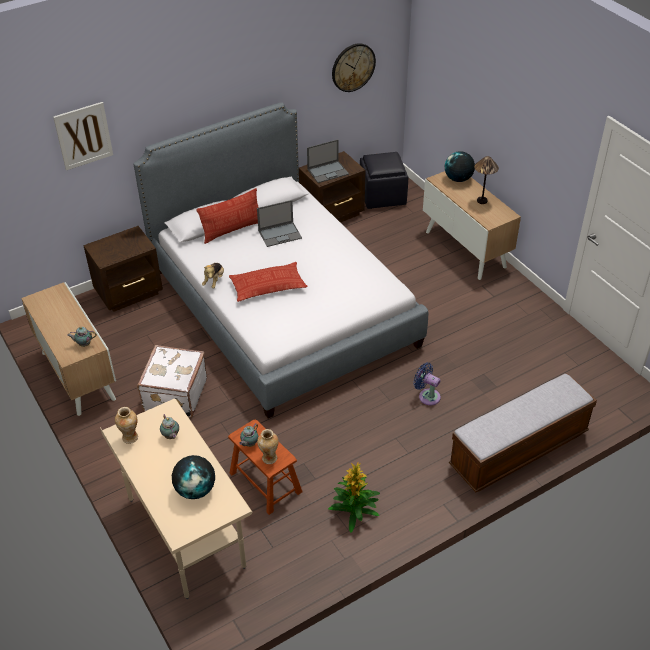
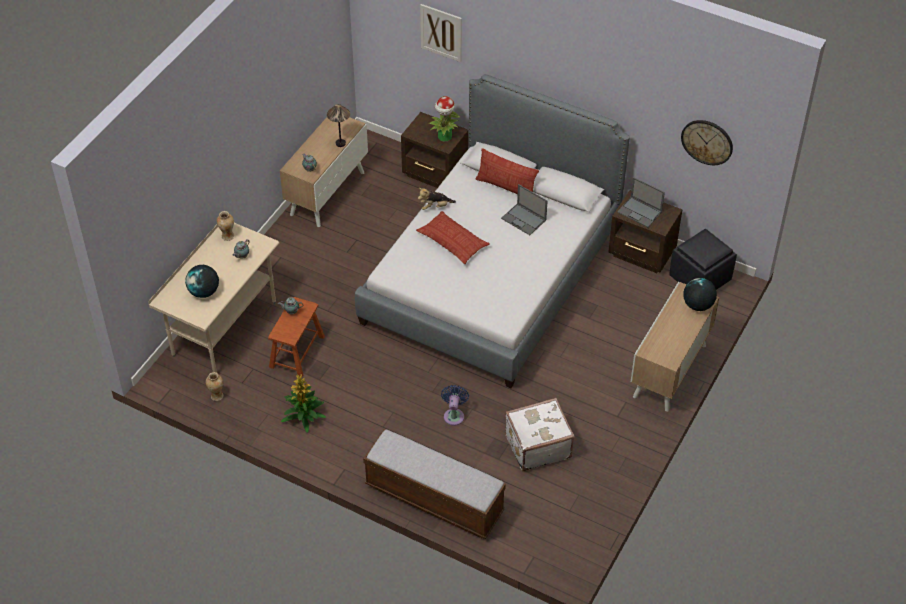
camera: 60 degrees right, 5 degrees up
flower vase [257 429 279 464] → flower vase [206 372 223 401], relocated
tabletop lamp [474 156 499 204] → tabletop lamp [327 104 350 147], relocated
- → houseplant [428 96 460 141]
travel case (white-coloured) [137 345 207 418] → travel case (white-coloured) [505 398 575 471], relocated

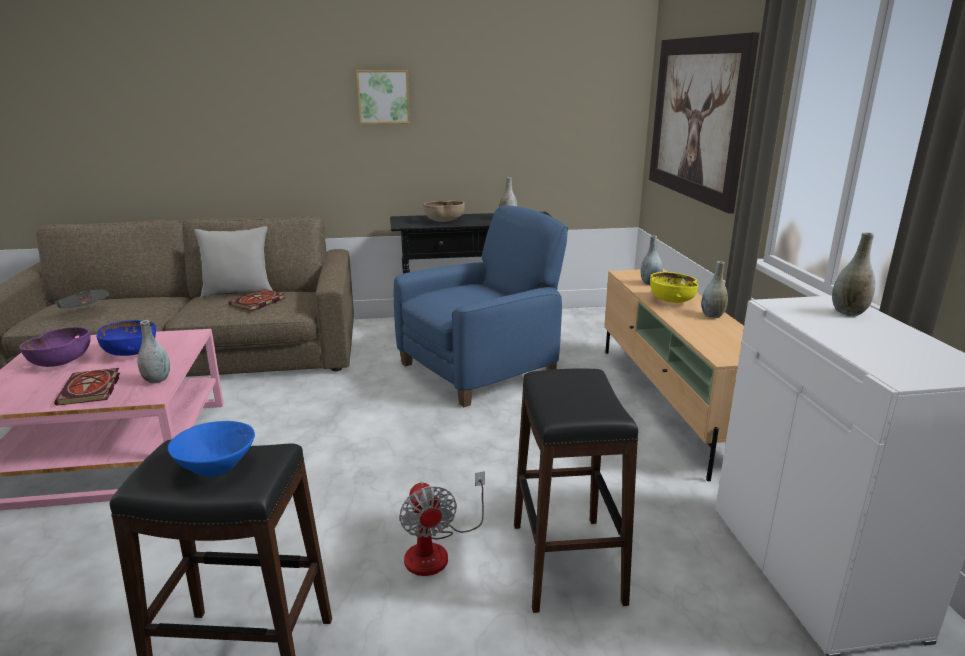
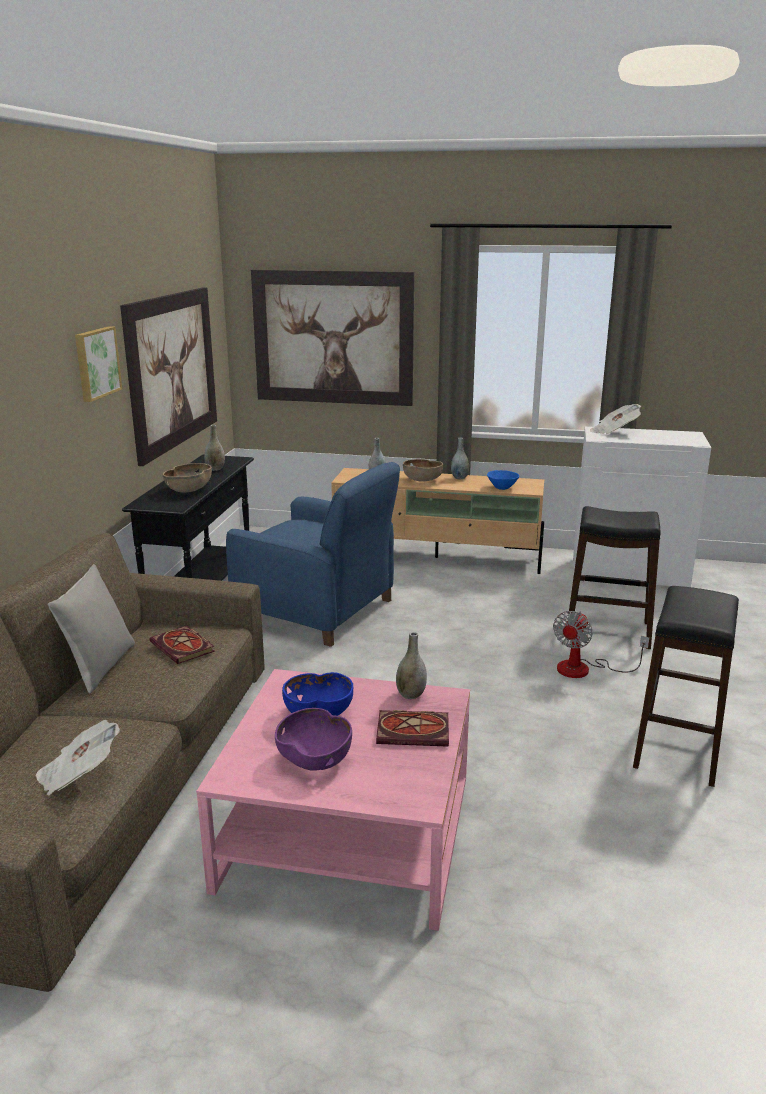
camera: 70 degrees left, 0 degrees up
- → wall art [120 287 217 466]
lounge chair (blue-coloured) [394 206 568 407] → lounge chair (blue-coloured) [226 462 400 647], 135 degrees clockwise
deep dish (yellow) [650 272 699 303] → deep dish (brown-coloured) [403 459 443 482]
deep dish (blue-coloured) [168 421 255 477] → deep dish (blue-coloured) [487 470 519 490], relocated
electric fan [399 471 485 576] → electric fan [553 611 649 678], 120 degrees clockwise
flower vase (greyish) [832 232 876 316] → daily paper [590 404 641 434]

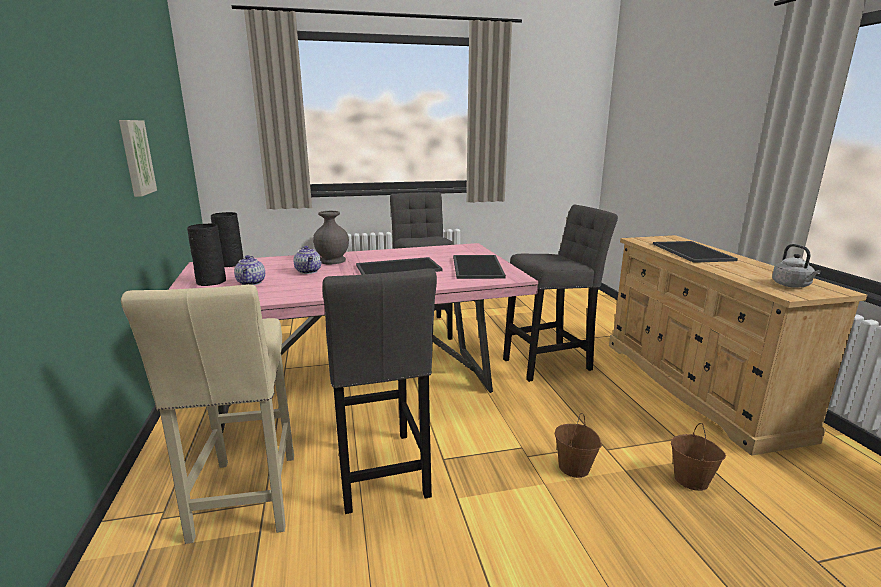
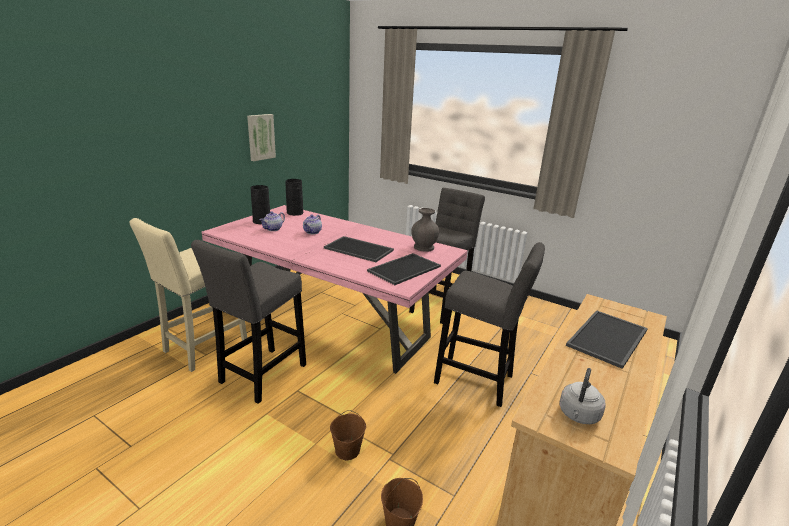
camera: 45 degrees right, 5 degrees up
flower vase (greyish) [313 211 349 264] → flower vase (greyish) [411 208 439 252], relocated

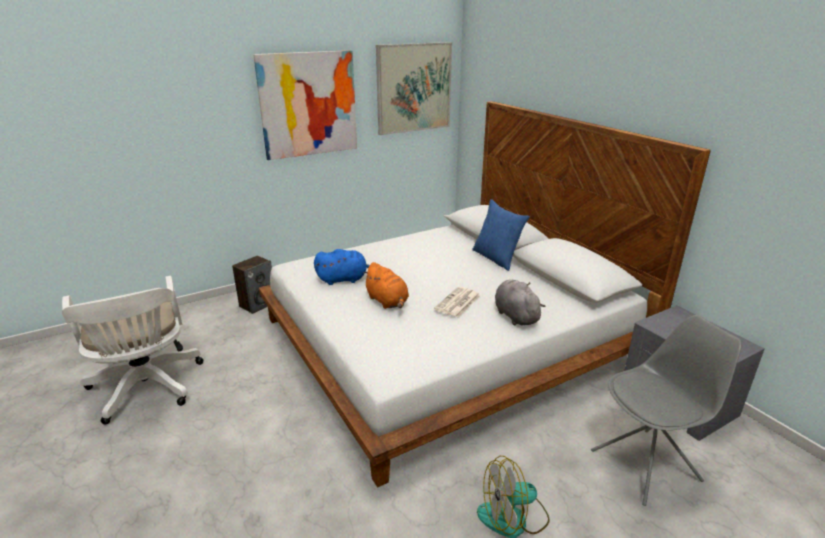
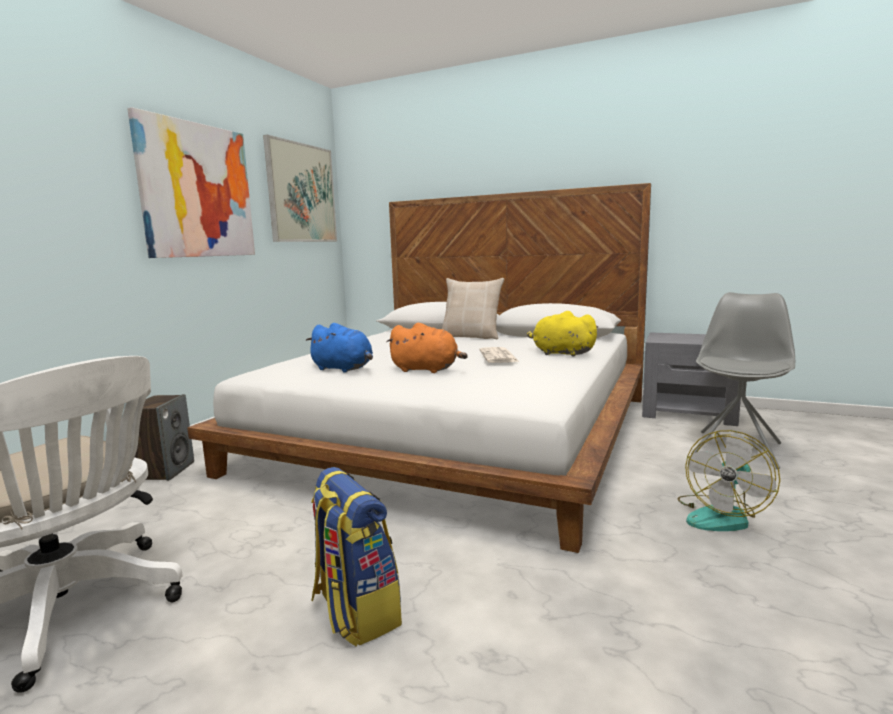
camera: 35 degrees left, 15 degrees down
plush toy (blue-coloured) [314 249 370 285] → plush toy (blue-coloured) [305 323 373 373], 75 degrees clockwise
- → backpack [311 467 402 647]
cushion (blue-coloured) [472 199 530 271] → cushion (sand-coloured) [442 278 504 339]
plush toy (greyish) [495 280 546 326] → plush toy (yellow) [527 311 598 357]

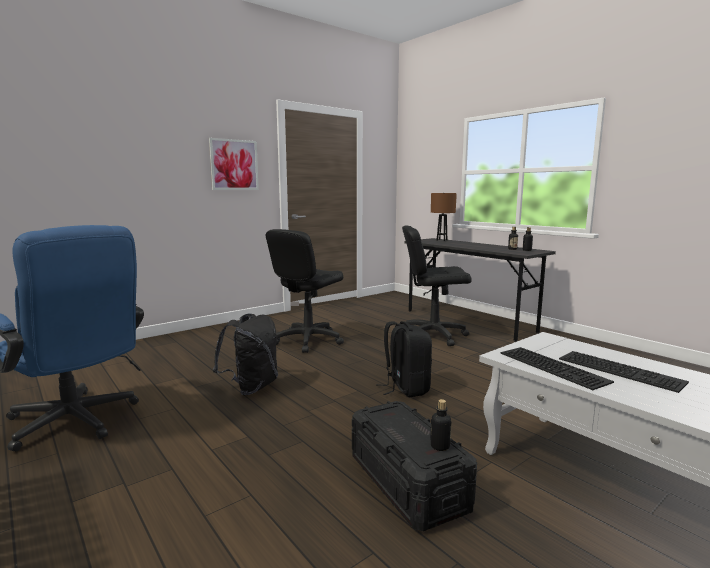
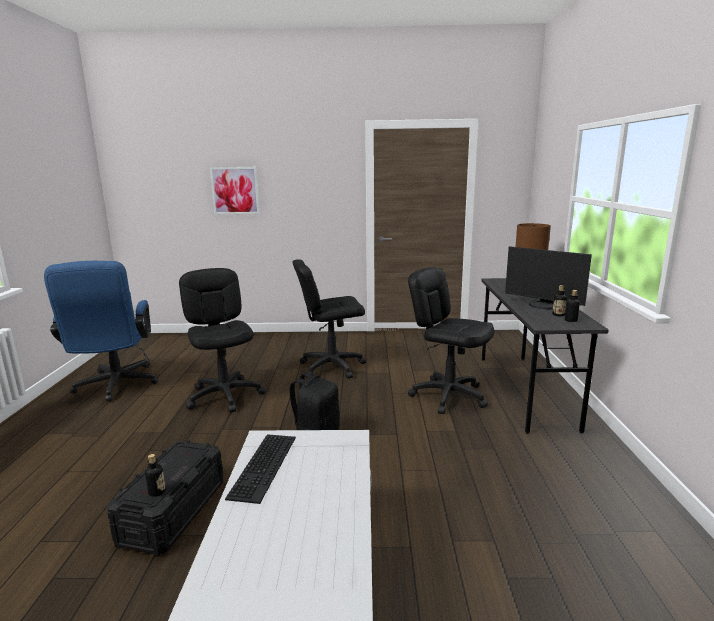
camera: 40 degrees right, 5 degrees up
backpack (blackish) [213 313 278 395] → desk chair (blackish) [179 268 266 413]
wall art [209 138 259 190] → wall art [210 167 260 214], relocated
- → computer screen [505 246 592 309]
computer keyboard [559 351 689 393] → -

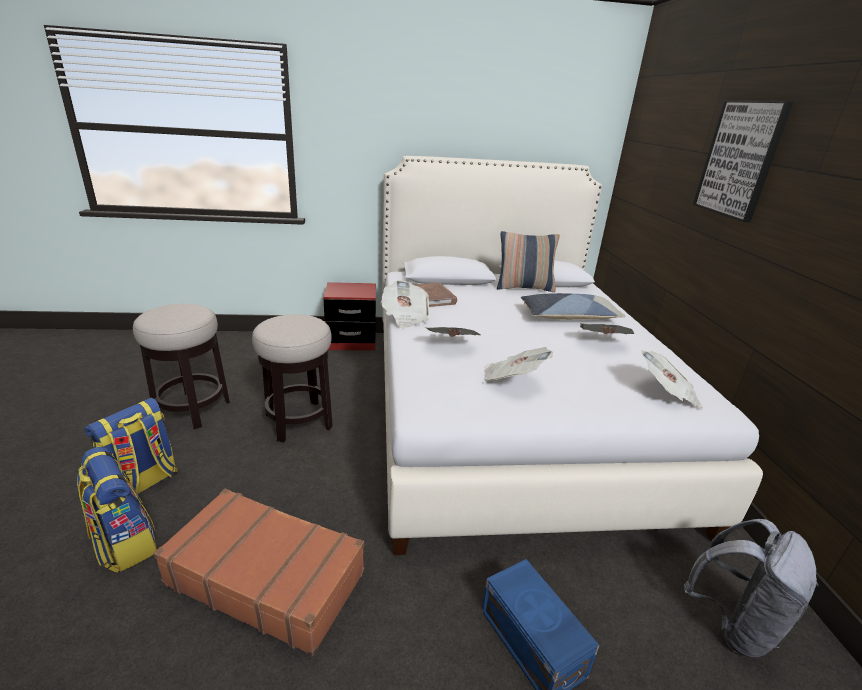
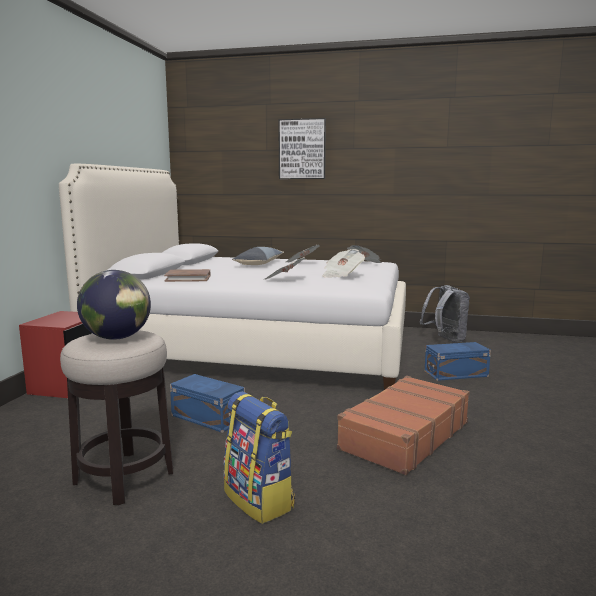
camera: 70 degrees left, 15 degrees down
- → globe [77 270 151 340]
stool seat [252 314 333 442] → storage box (blue-coloured) [170 374 245 433]
backpack [77 447 157 573] → -
daily paper [381 280 429 328] → -
cushion [497 231 560 292] → -

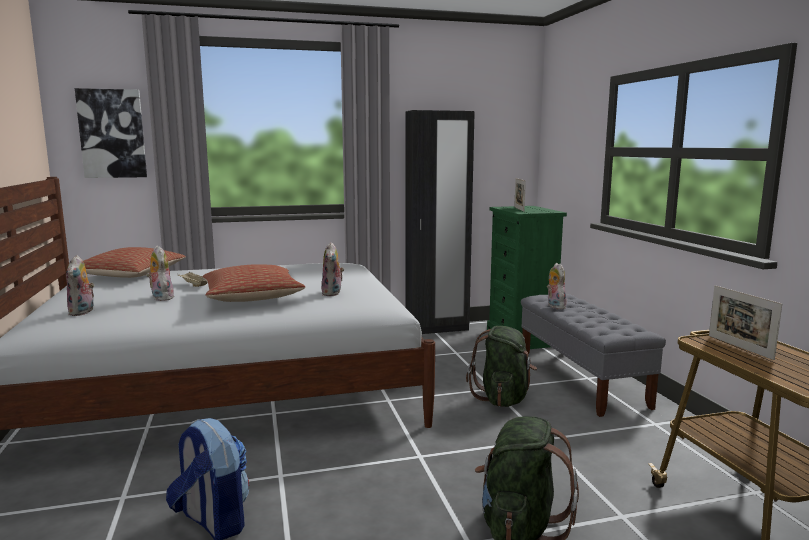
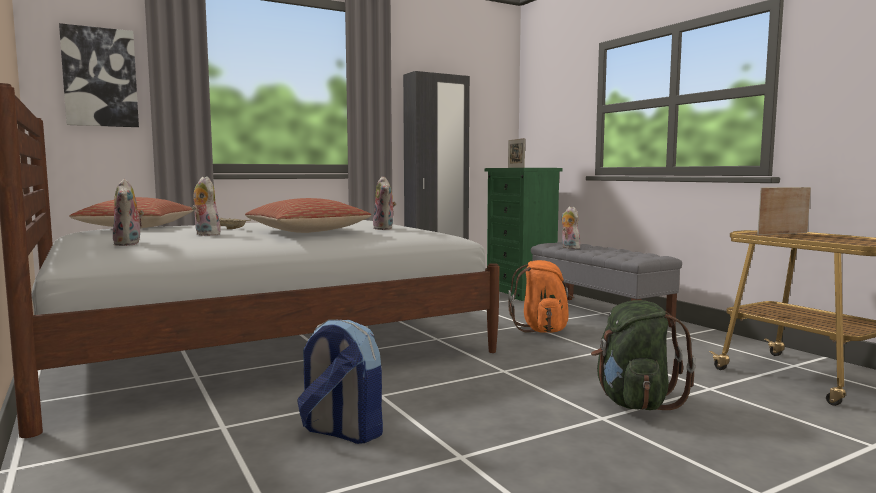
camera: 15 degrees left, 5 degrees down
backpack (green) [466 326 537 407] → backpack (orange) [508 260 574 333]
picture frame [709 285 782 360] → picture frame [757 187 811 235], 105 degrees clockwise

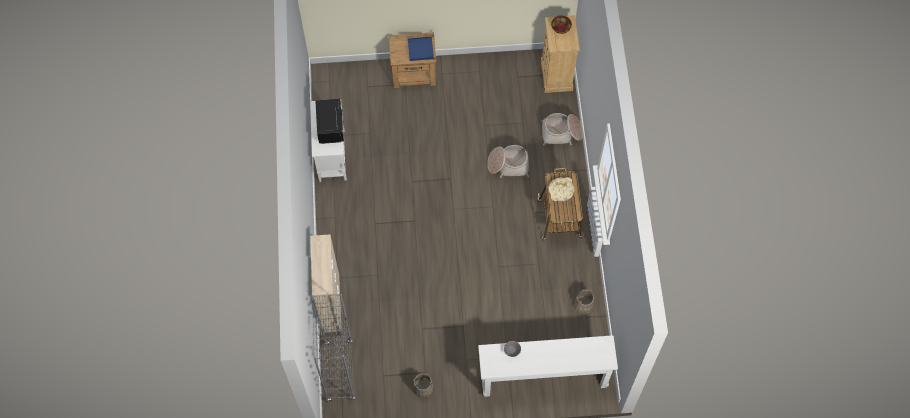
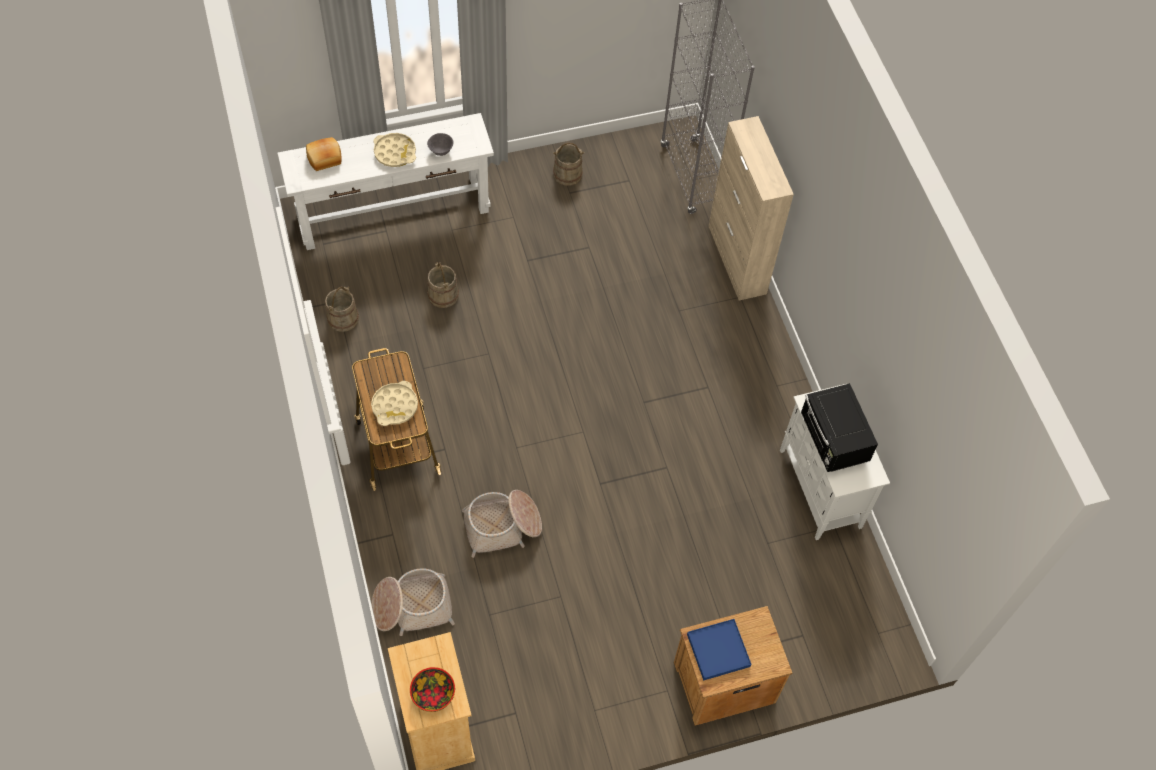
camera: 165 degrees right, 5 degrees down
- → bakery bread [306 137 342 171]
- → carrying tray (sand-coloured) [373 133 416 167]
- → bucket (sand-coloured) [427 262 459 308]

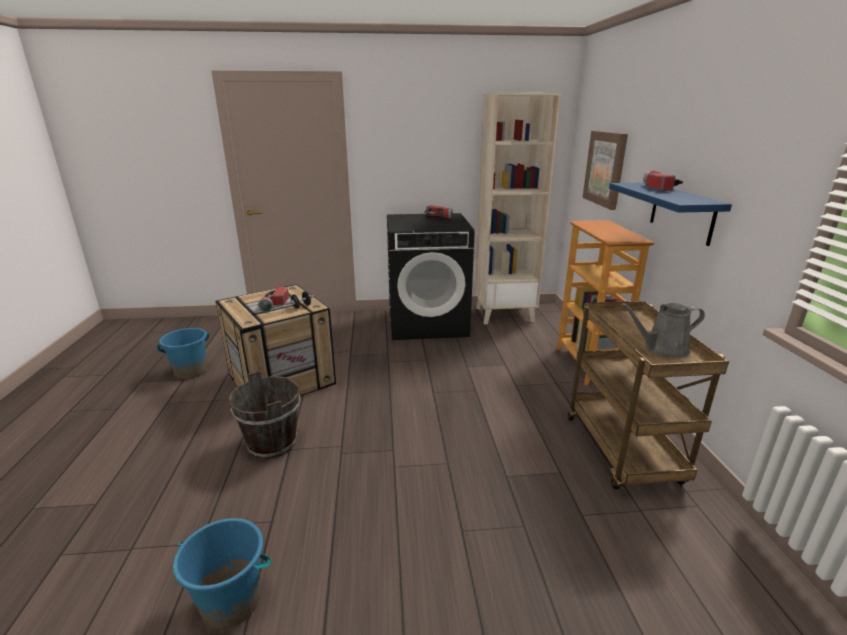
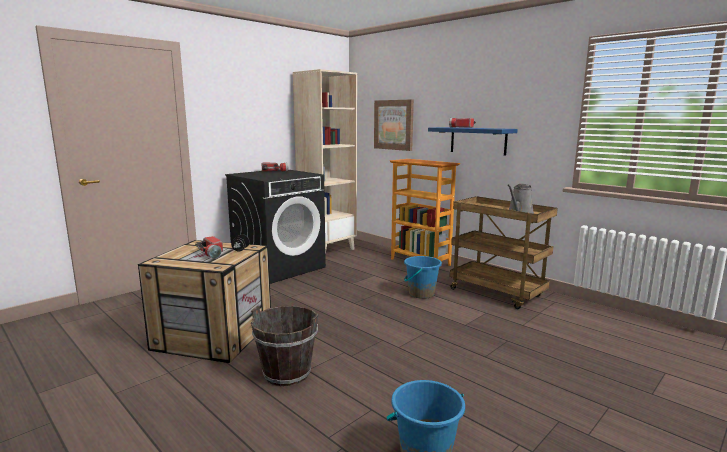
camera: 40 degrees left, 10 degrees down
bucket (blue-coloured) [157 328 209 379] → bucket (blue-coloured) [404 256 442 299], relocated

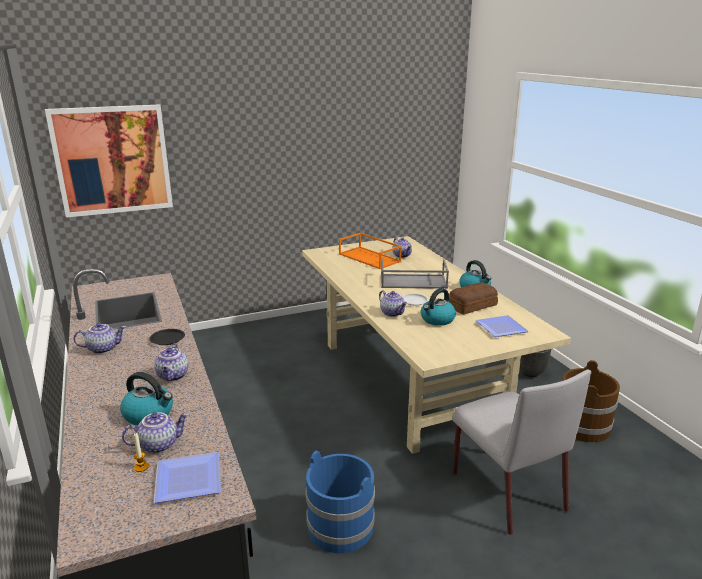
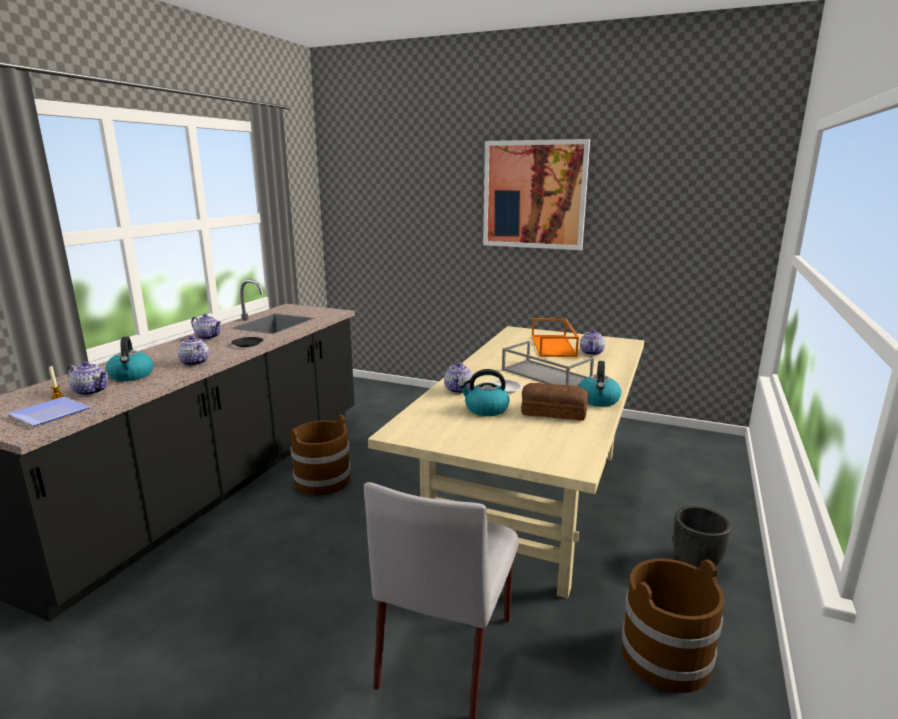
camera: 45 degrees right, 5 degrees down
pot for tea [154 343 189 381] → pot for tea [178 336 209 366], 90 degrees clockwise
- → bucket (brown-coloured) [290 414 351 496]
wall art [45 104 173 218] → wall art [483 139 590 250], relocated
bucket (blue-coloured) [305 451 375 553] → -
flat dish [476 315 529 337] → -

